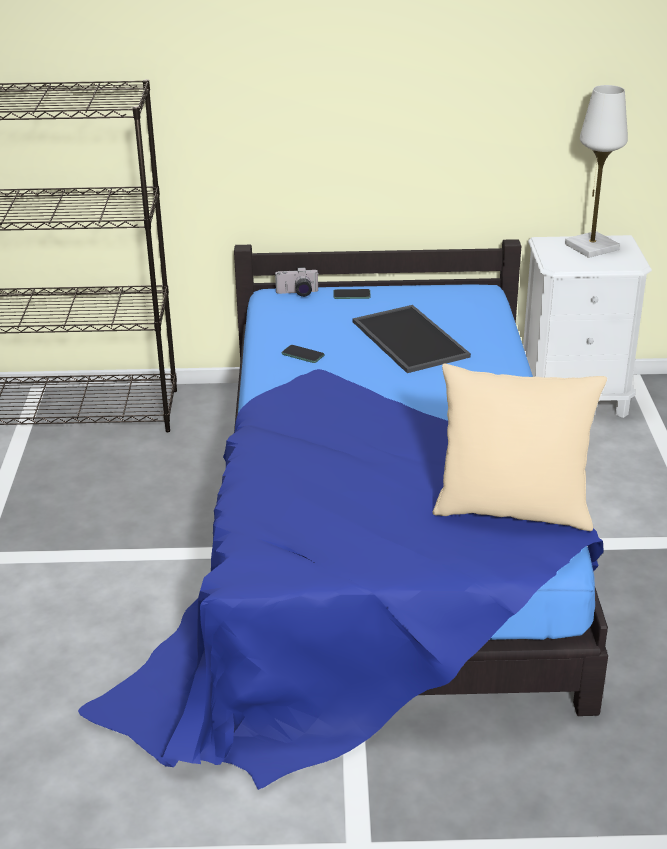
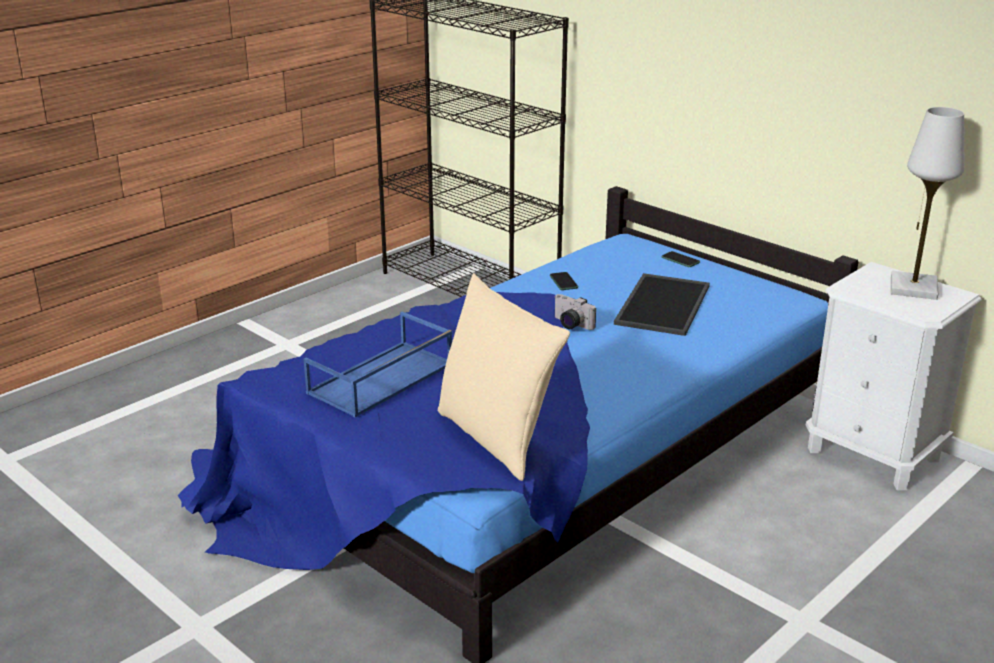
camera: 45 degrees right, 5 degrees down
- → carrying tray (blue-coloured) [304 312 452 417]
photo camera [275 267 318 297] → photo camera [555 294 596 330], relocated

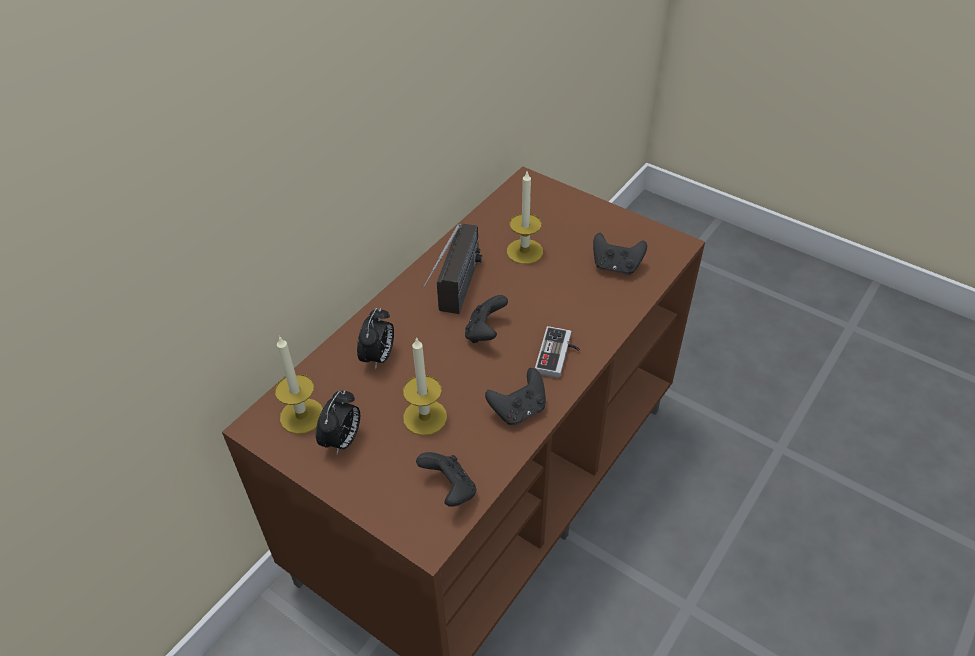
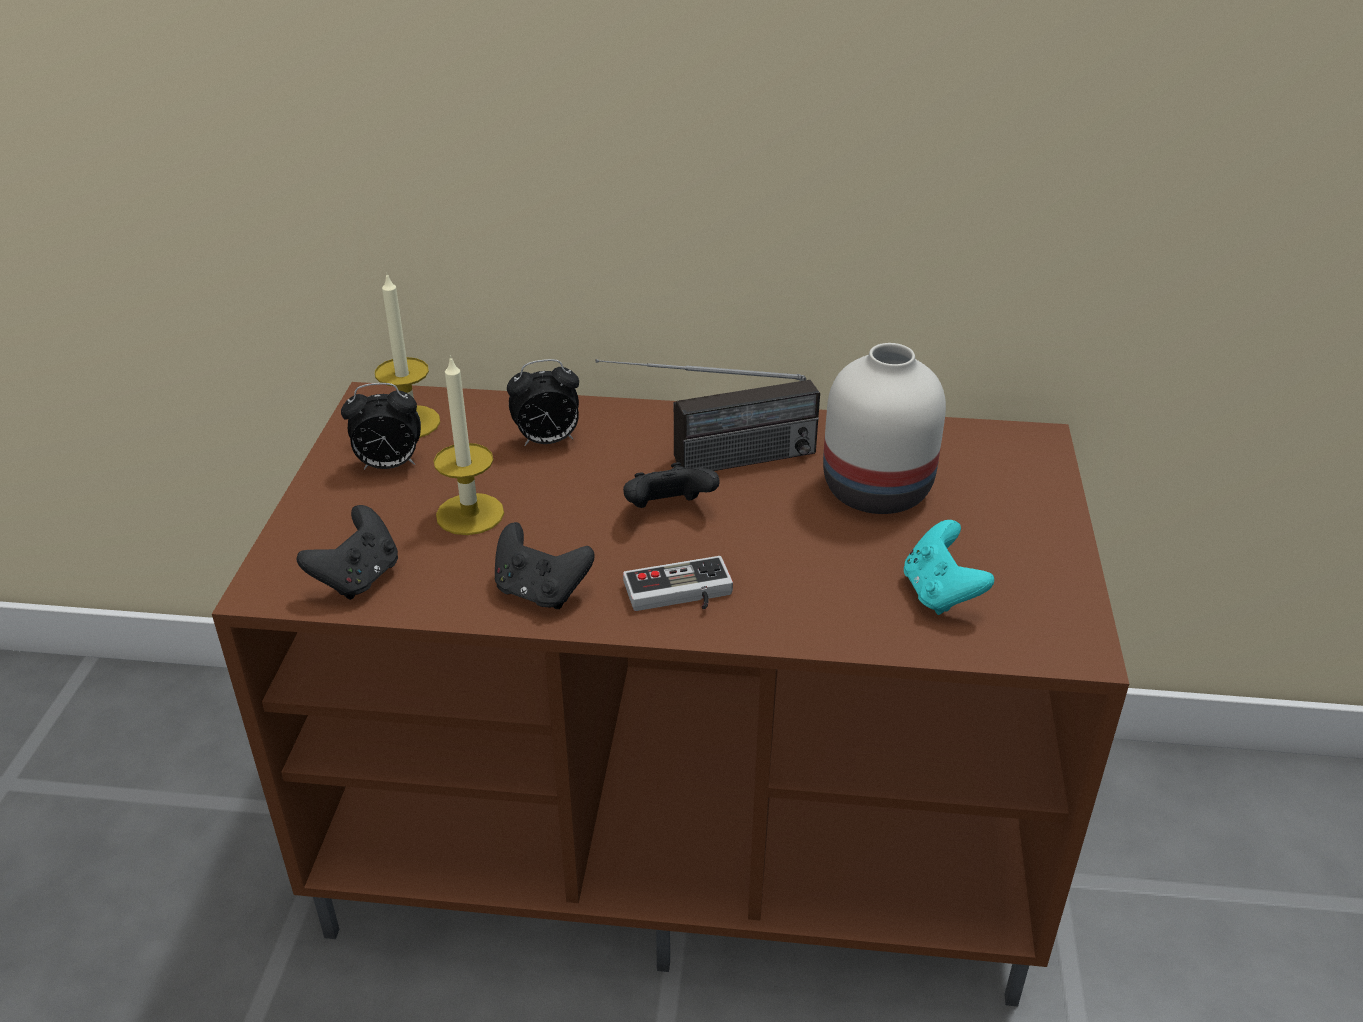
camera: 60 degrees right, 10 degrees down
wax candle [507 172 543 264] → flower vase (white-coloured) [823 343 946 514]
joypad (blackish) [593 233 647 275] → joypad (blue-green) [904 520 994 615]

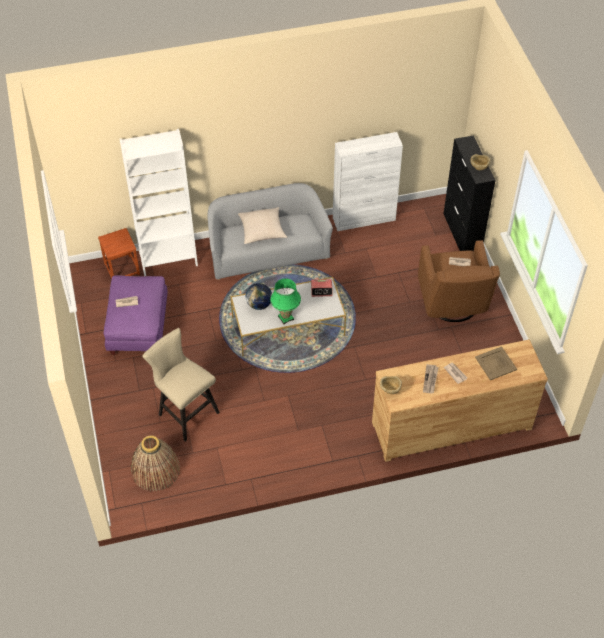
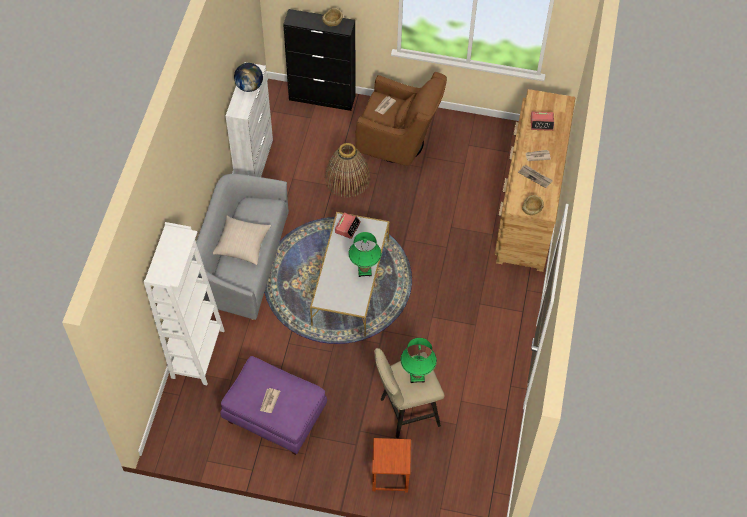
camera: 65 degrees left, 5 degrees up
globe [246 283 272 310] → globe [234 63 263 92], relocated
household basket [131 436 180 492] → household basket [325 143 370 198], relocated
stool seat (brown-coloured) [98 228 140 279] → stool seat (brown-coloured) [372 438 411 493], relocated
- → tabletop lamp (green) [400 338 437 383]
carrying tray (sand-coloured) [475 346 517 380] → alarm clock [531 112 554 131]

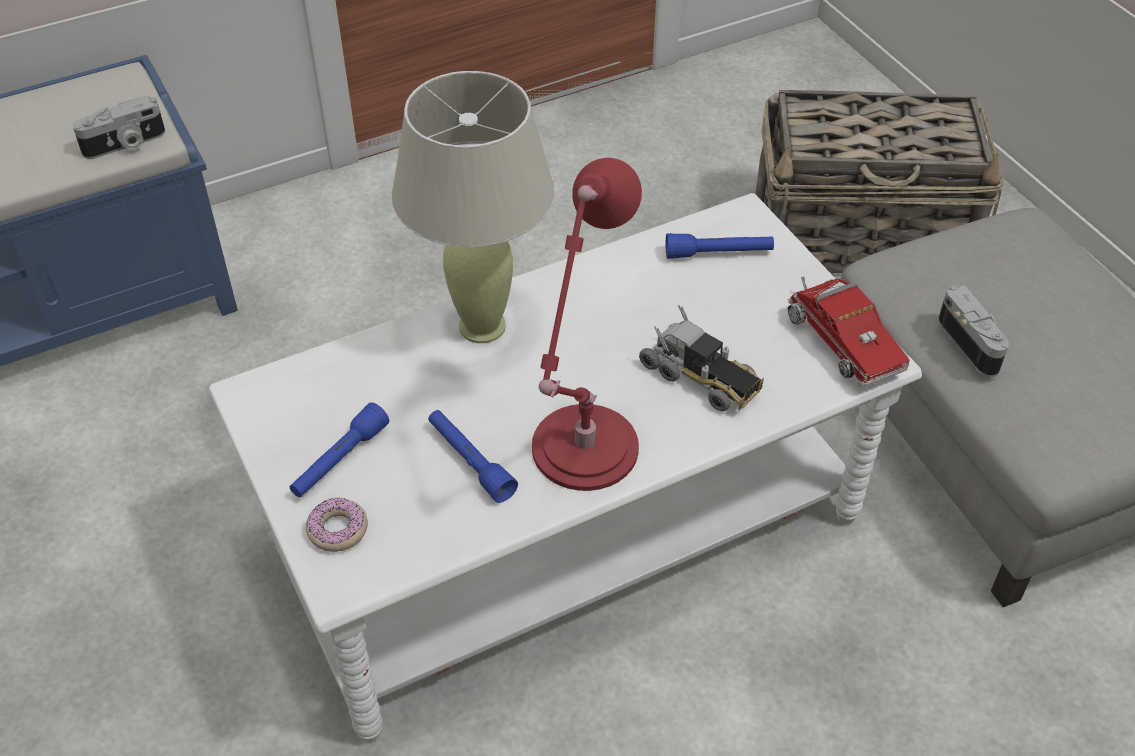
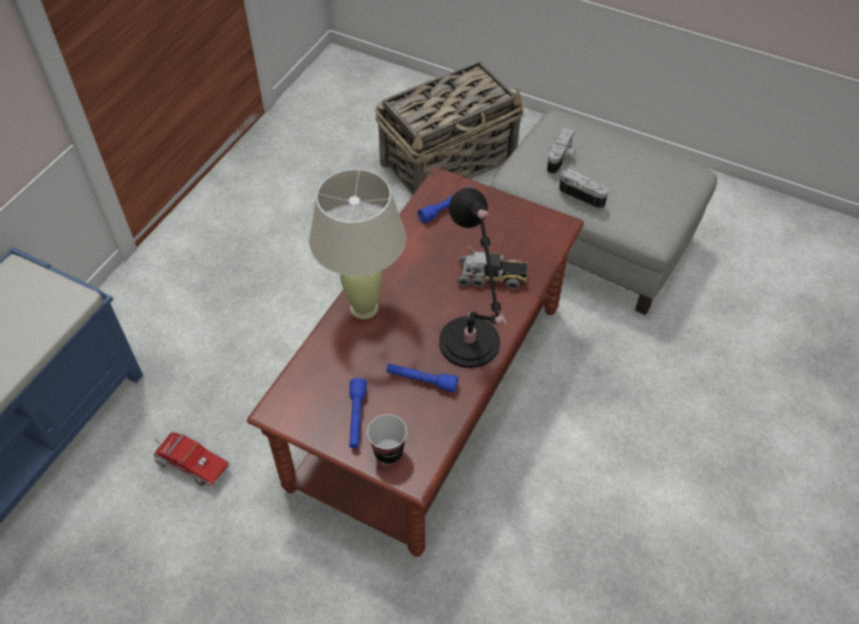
camera: 35 degrees left, 5 degrees up
model truck [788 277 910 388] → model truck [153 432 230 488], relocated
lounge table (white-coloured) [209 193 922 743] → lounge table (brown-coloured) [247 167 584 557]
doughnut [306 497 368 552] → cup [367 414 407 464]
tabletop lamp (red) [532 158 642 491] → tabletop lamp (blackish) [439 188 507 368]
photo camera [73 96 165 159] → photo camera [547 127 576 174], relocated

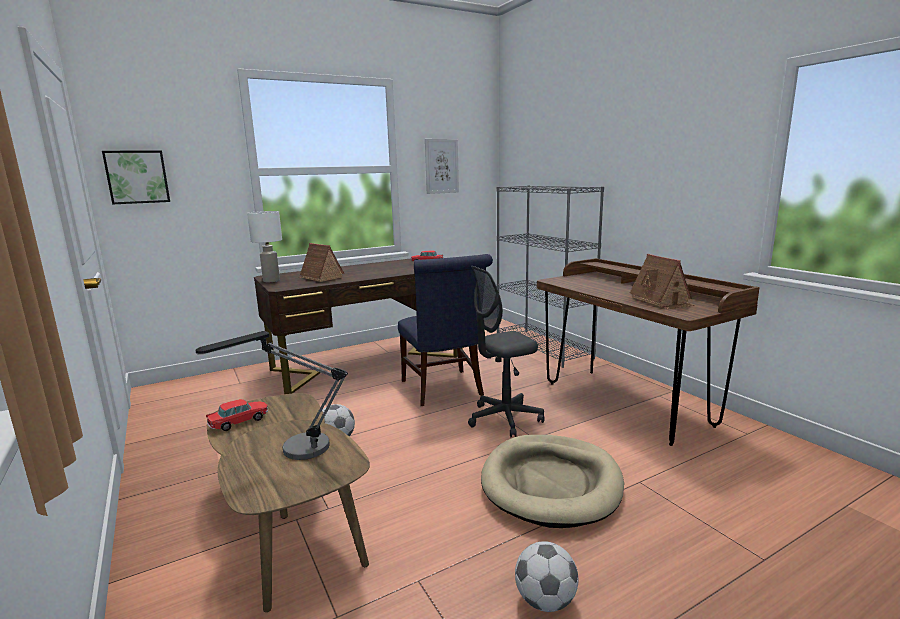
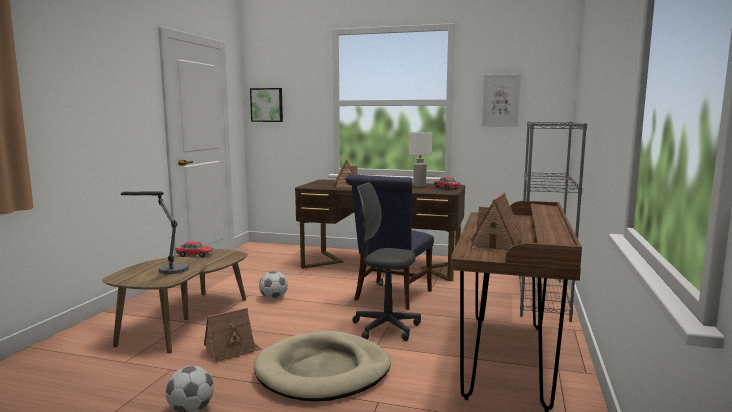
camera: 45 degrees right, 5 degrees down
- → toy house [204 308 261 362]
tabletop lamp (white-coloured) [247 211 282 282] → tabletop lamp (white-coloured) [409 132 432 187], relocated

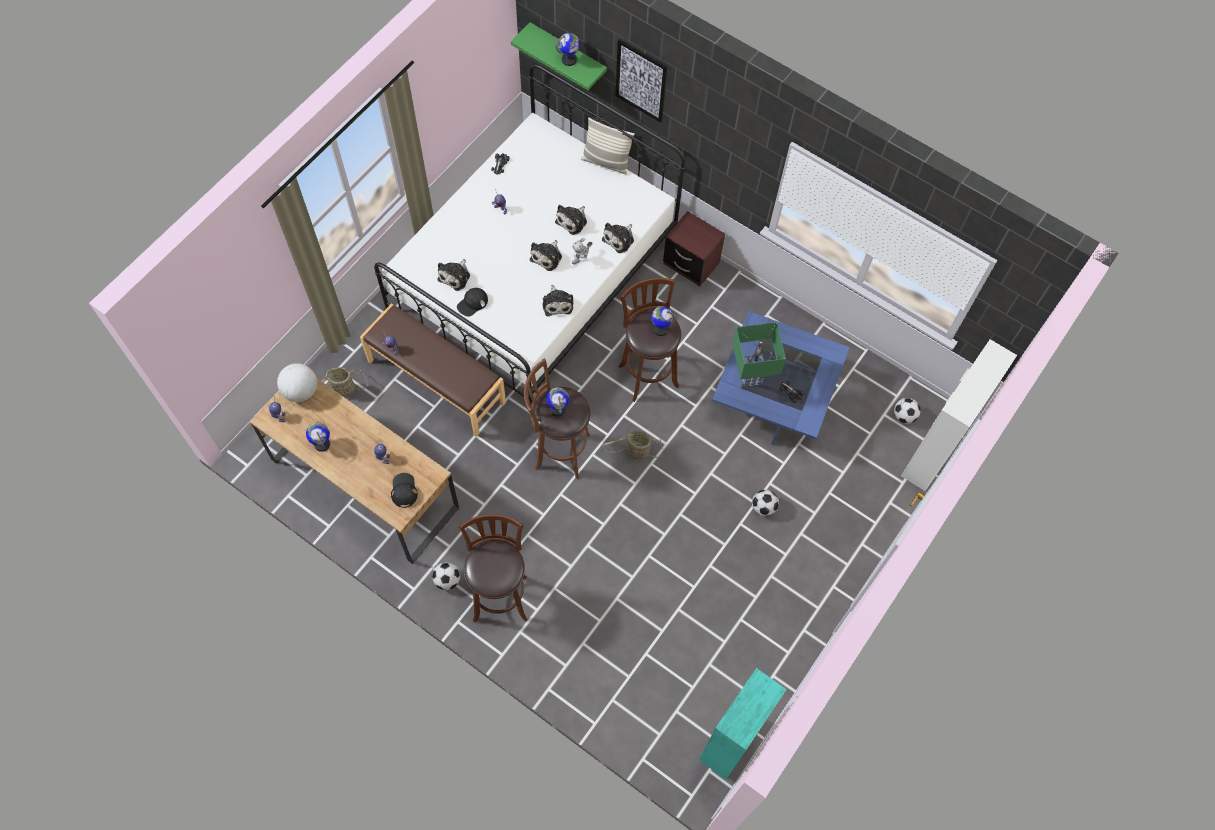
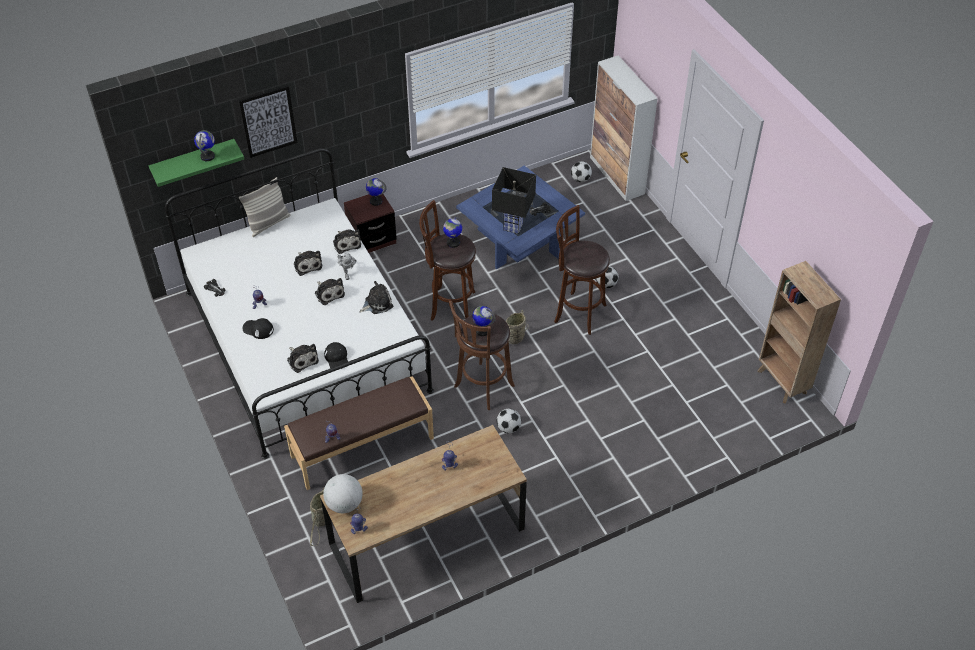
camera: 60 degrees left, 15 degrees down
baseball cap (blackish) [391 473 418 508] → baseball cap (blackish) [243 318 274 339], relocated
plush toy [543 285 573 316] → plush toy [360 281 393 314], 45 degrees counterclockwise
globe [306 422 330 452] → globe [366 178 387 206], relocated
tabletop lamp (green) [732 322 786 387] → tabletop lamp (blackish) [492 167 536 234]
football [432 562 460 590] → football [497 409 521 433], relocated
stool seat (brown-coloured) [459 514 527 623] → stool seat (brown-coloured) [554 205 610 335], relocated
shelving unit (blue-green) [699 668 787 780] → shelving unit (brown-coloured) [758 261 841 404]

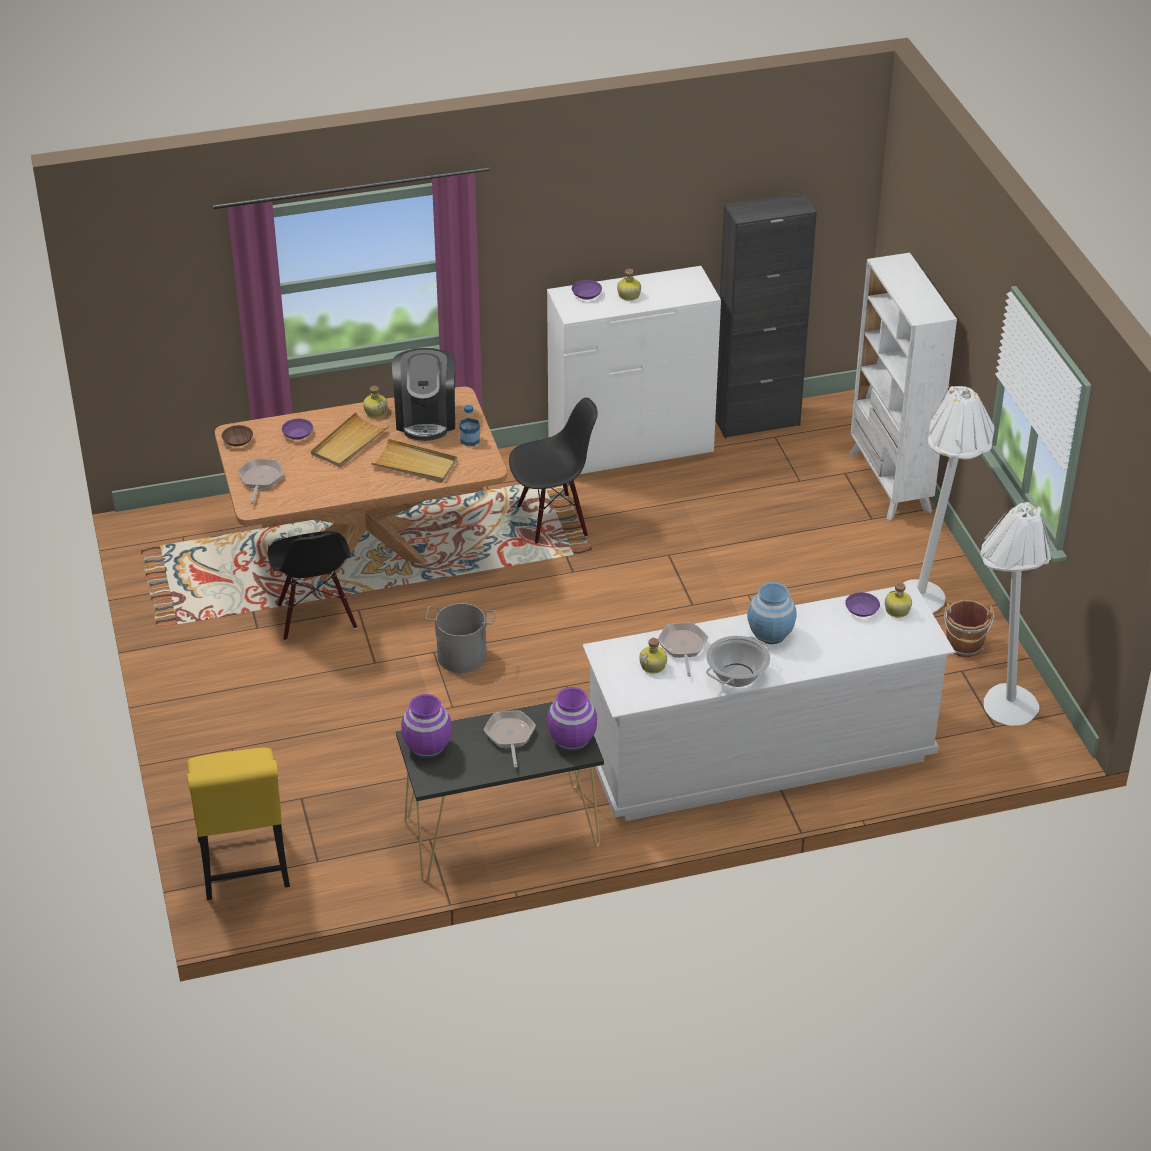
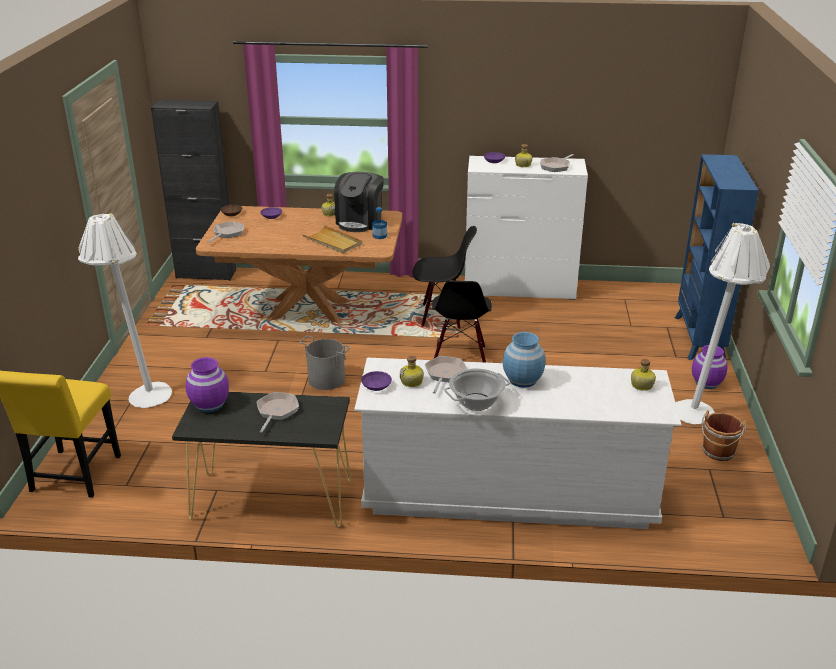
camera: 20 degrees right, 10 degrees down
standing lamp (white-coloured) [981 502 1053 726] → standing lamp (white-coloured) [78 213 172 408], relocated
storage cabinet (blackish) [715 193 817 438] → storage cabinet (blackish) [151 100 236 281], relocated
deep dish (purplish) [845 592 880 617] → deep dish (purplish) [361 371 392 391], relocated
upright chair (blackish) [268 531 357 641] → upright chair (blackish) [432 280 492 363], relocated
- → pan [540 154 573 172]
shelving unit (white-coloured) [848 253 957 520] → shelving unit (blue-coloured) [675 154 759 360]
flower vase (purplish) [547 687 597 751] → flower vase (purplish) [692 345 728 389], relocated
carrying tray (sand-coloured) [311 412 389 468] → -

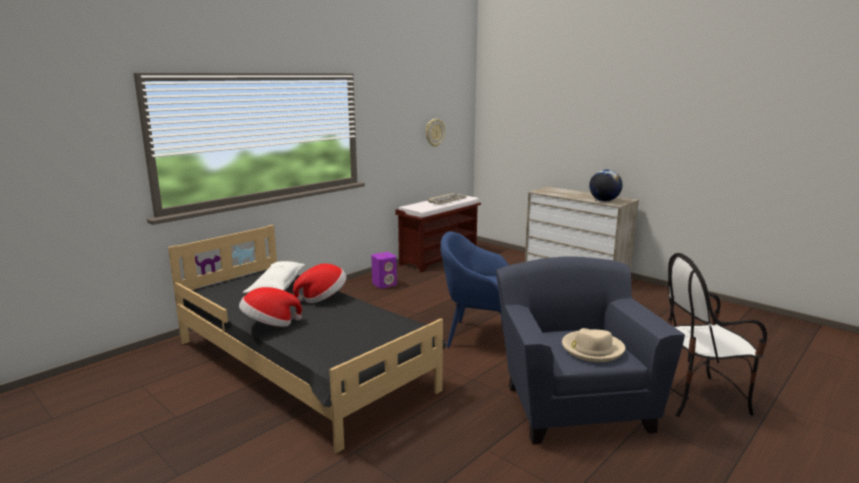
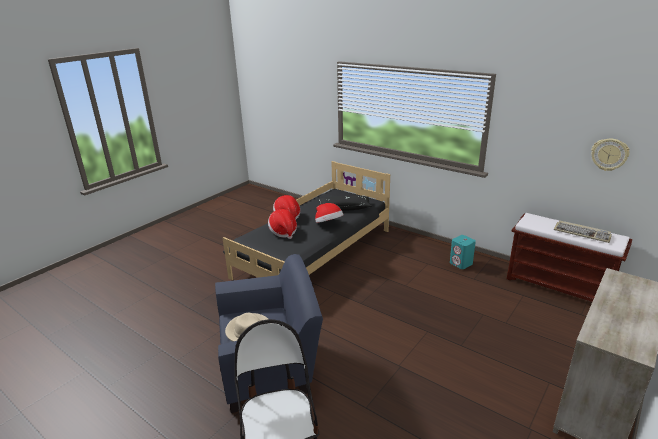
camera: 85 degrees right, 10 degrees up
- → wearable hat [268 209 297 239]
cushion (white-coloured) [243 261 305 294] → cushion (blackish) [318 196 372 211]
audio speaker (purplish) [371 252 397 288] → audio speaker (blue-green) [450 235 476 269]
lounge chair (blue-coloured) [440 232 509 348] → -
globe [589 169 623 201] → -

